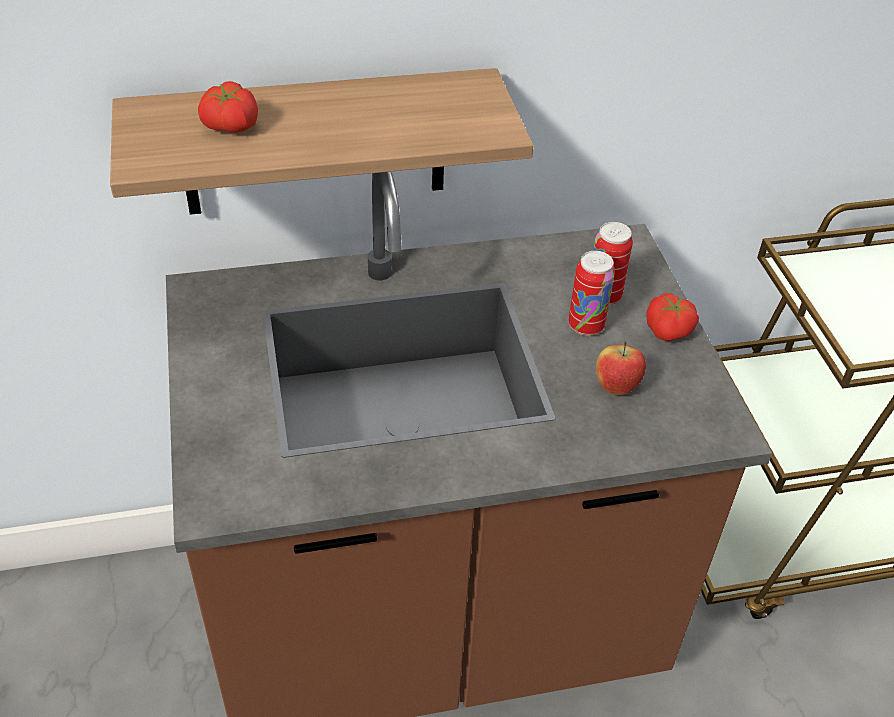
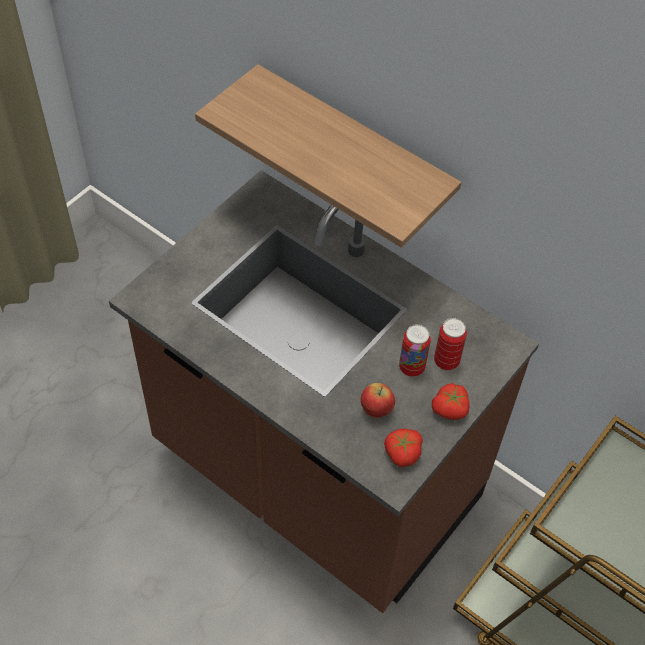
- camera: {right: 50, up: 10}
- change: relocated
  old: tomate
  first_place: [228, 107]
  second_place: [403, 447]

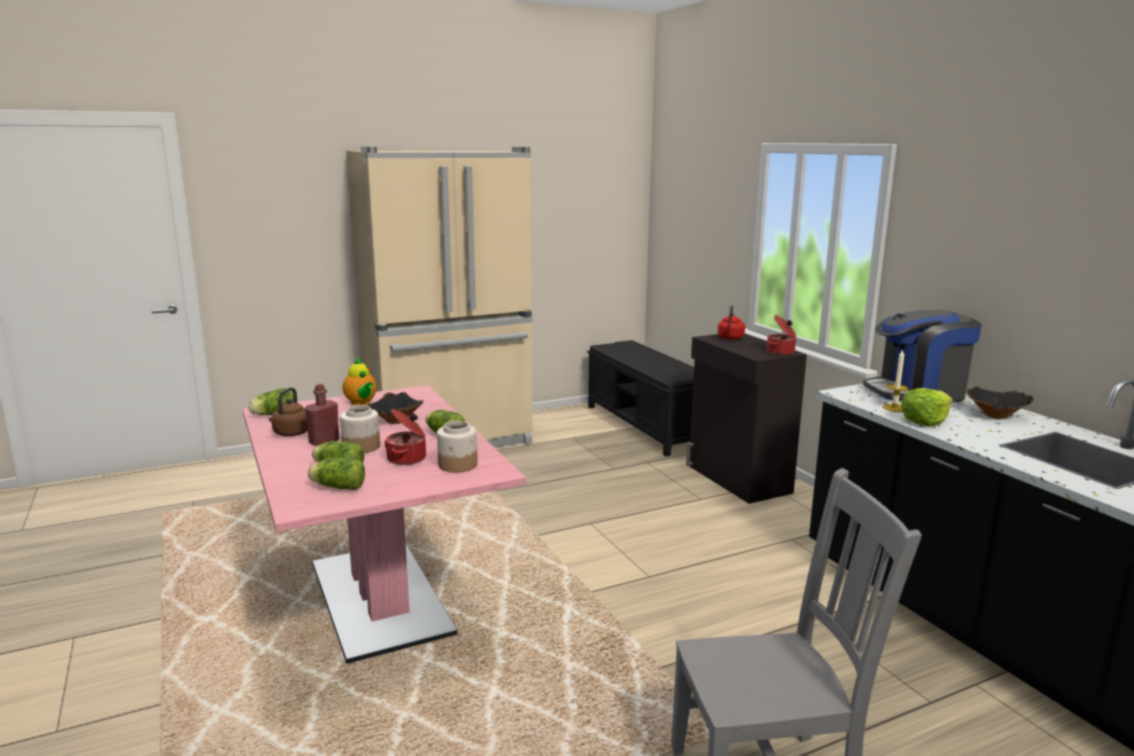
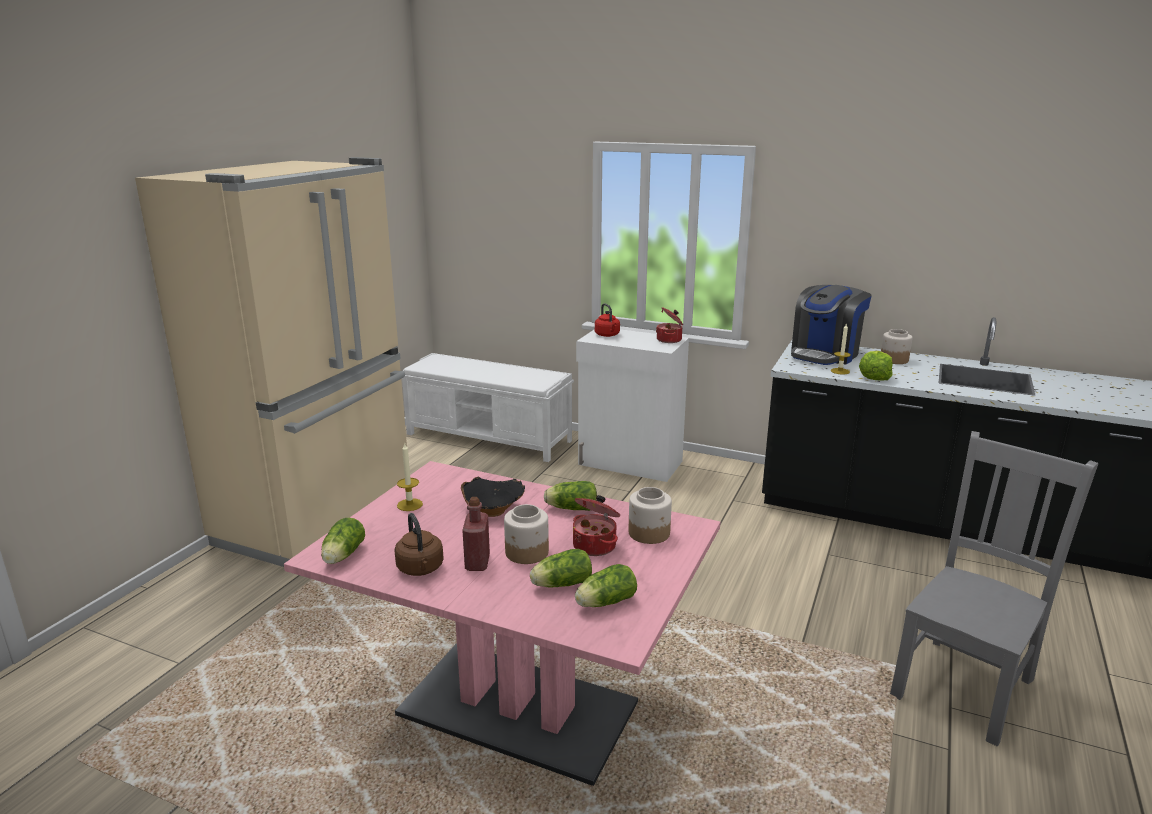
- camera: {right: -40, up: 5}
- change: colour
  old: meuble de rangement [noir]
  new: meuble de rangement [blanc]
  first_place: [746, 419]
  second_place: [632, 405]
- change: colour
  old: banc [noir]
  new: banc [blanc]
  first_place: [640, 398]
  second_place: [488, 407]
- change: exchanged
  old: théière
  new: bougie
  first_place: [359, 381]
  second_place: [410, 476]
- change: exchanged
  old: bol [noir]
  new: bocal
  first_place: [999, 402]
  second_place: [897, 346]

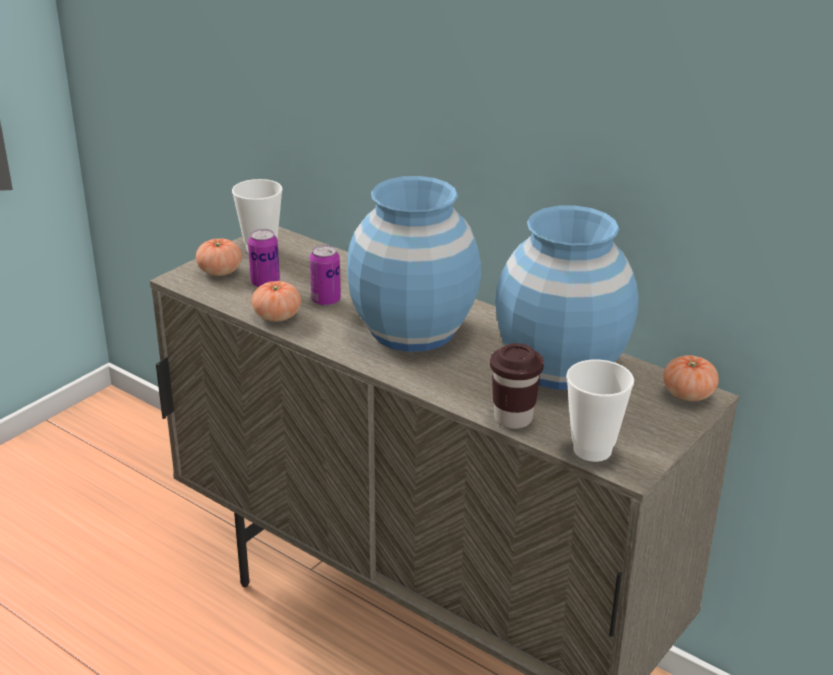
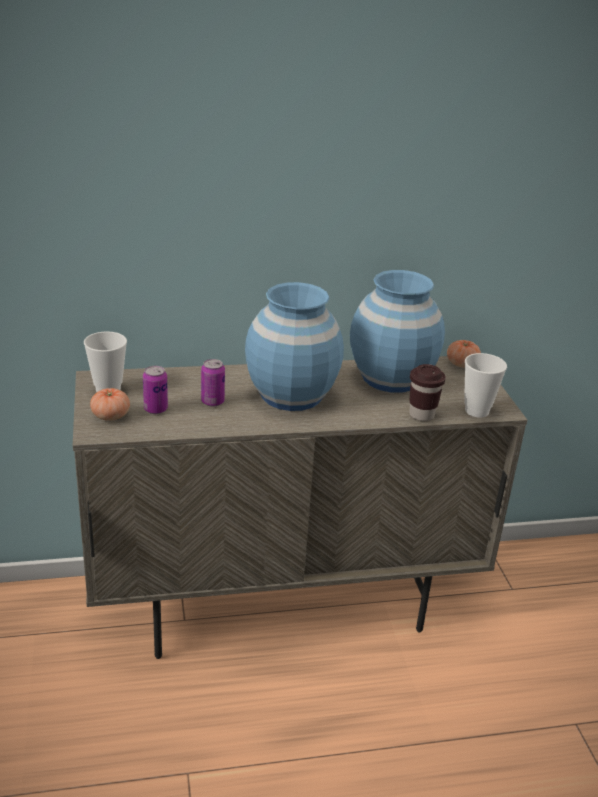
- camera: {right: -50, up: 0}
- change: missing
  old: tomate
  first_place: [276, 301]

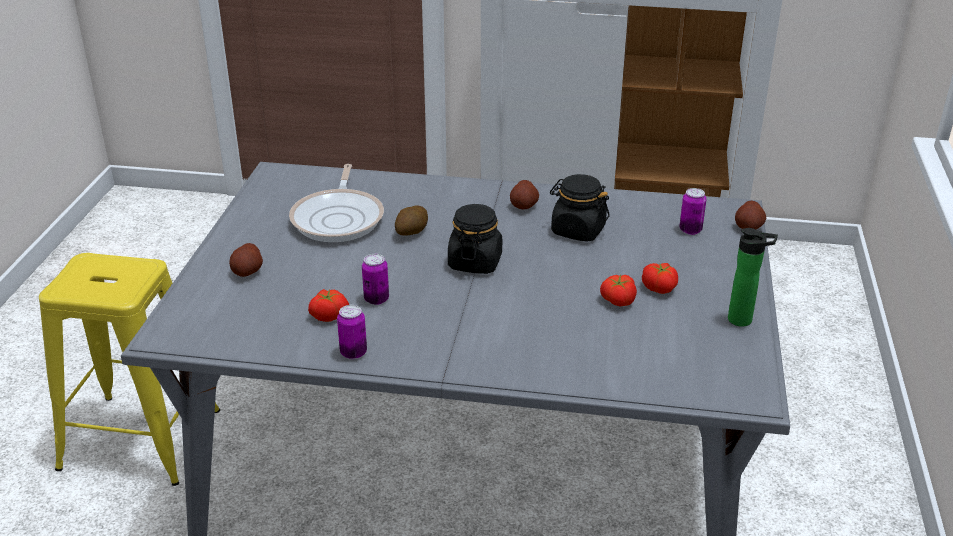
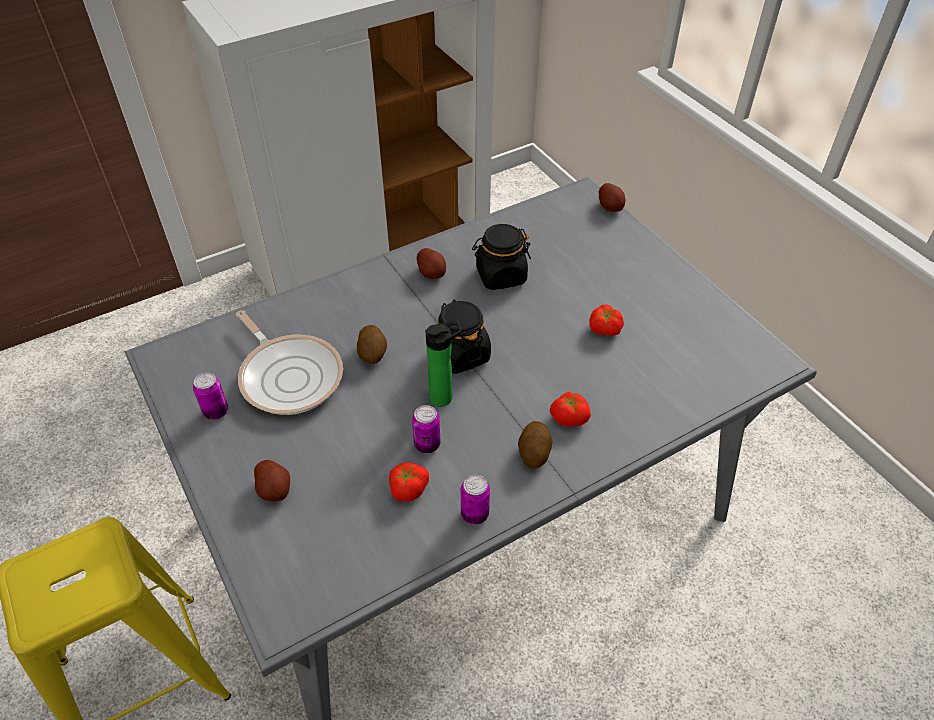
- camera: {right: -40, up: 15}
- change: relocated
  old: boîte métallique
  first_place: [692, 211]
  second_place: [210, 396]
- change: relocated
  old: bouteille
  first_place: [753, 277]
  second_place: [443, 363]
- change: relocated
  old: tomate
  first_place: [660, 278]
  second_place: [570, 409]
- change: appeared
  new: pomme de terre
  second_place: [535, 445]

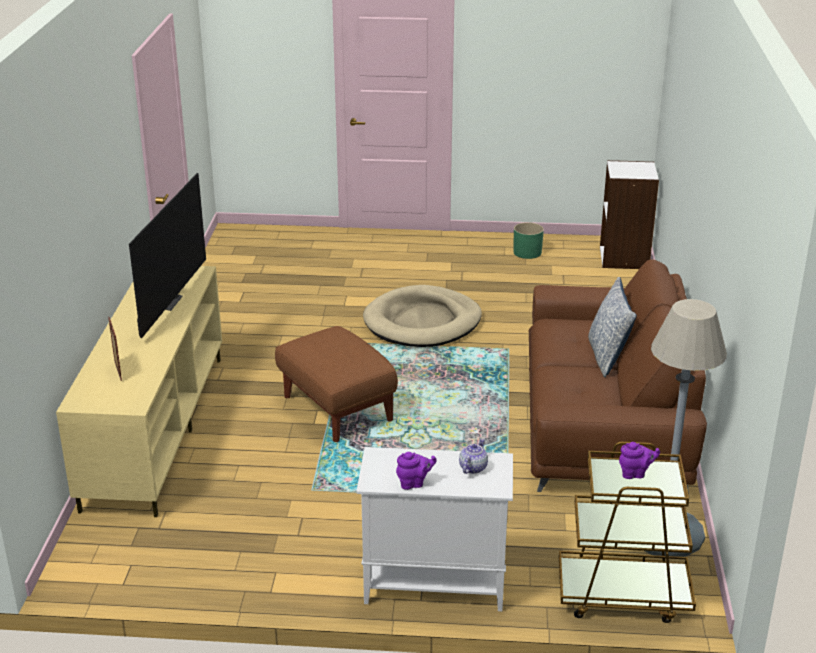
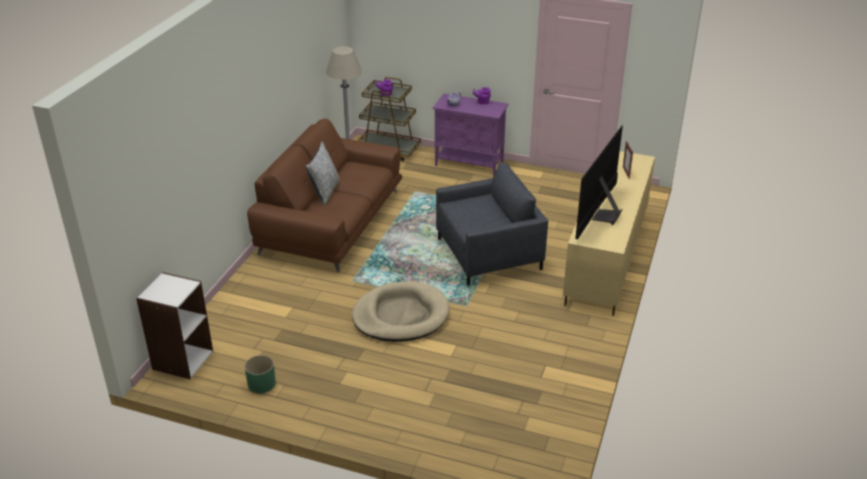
- camera: {right: -165, up: 5}
- change: exchanged
  old: pouf [marron]
  new: fauteuil [gris]
  first_place: [336, 384]
  second_place: [492, 224]
- change: colour
  old: meuble de rangement [blanc]
  new: meuble de rangement [violet]
  first_place: [434, 529]
  second_place: [470, 135]

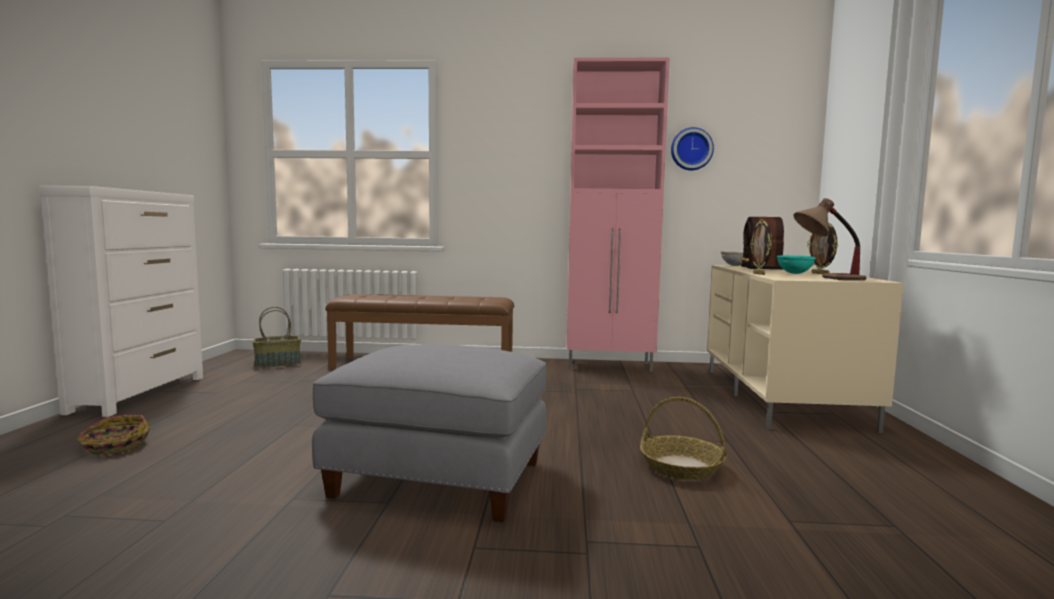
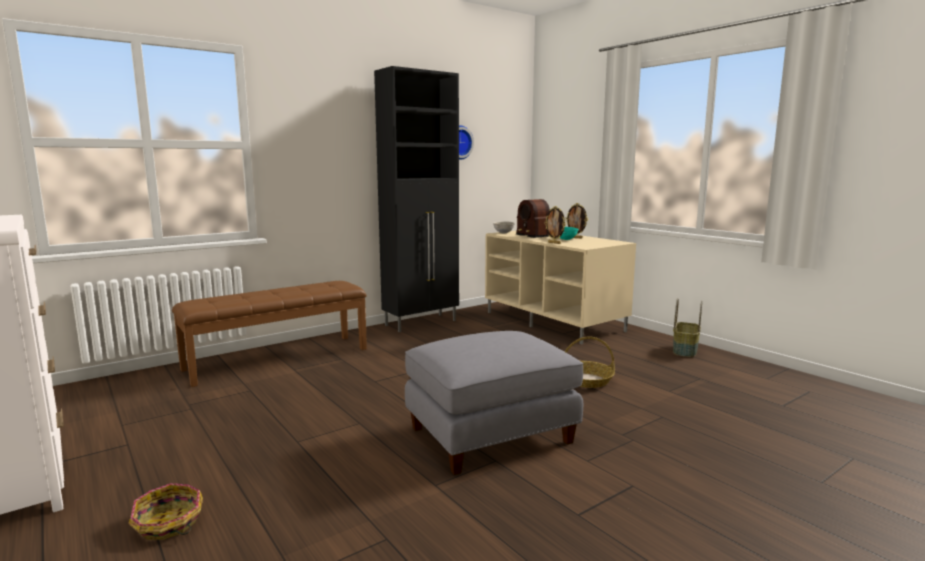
- camera: {right: -40, up: 5}
- change: colour
  old: meuble de rangement [rose]
  new: meuble de rangement [noir]
  first_place: [618, 215]
  second_place: [416, 199]
- change: missing
  old: lampe de table
  first_place: [830, 239]
- change: relocated
  old: panier
  first_place: [277, 337]
  second_place: [687, 327]

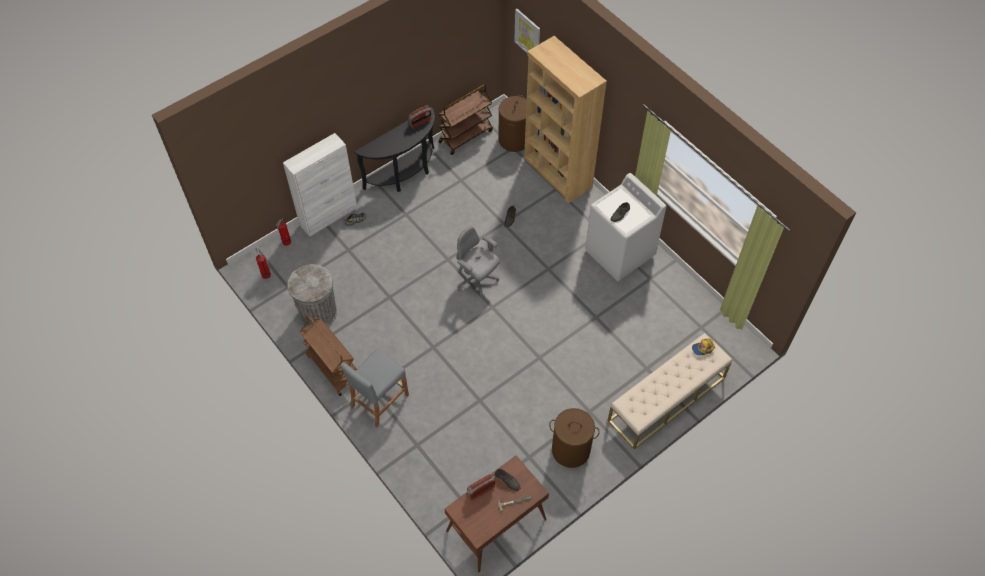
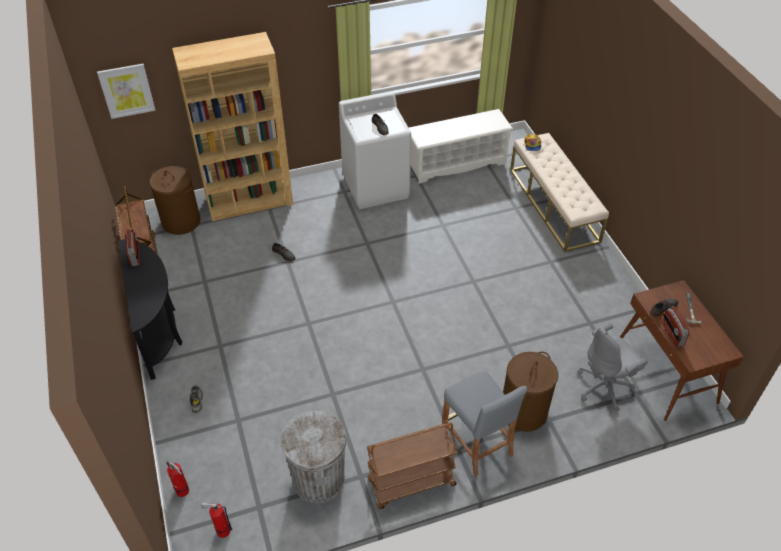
- camera: {right: -70, up: -10}
- change: missing
  old: meuble de rangement [blanc]
  first_place: [320, 185]
- change: relocated
  old: chaise de bureau [gris]
  first_place: [478, 262]
  second_place: [612, 367]
- change: relocated
  old: panier à linge [marron]
  first_place: [574, 438]
  second_place: [530, 391]
- change: appeared
  new: étagère à chaussures [blanc]
  second_place: [461, 146]

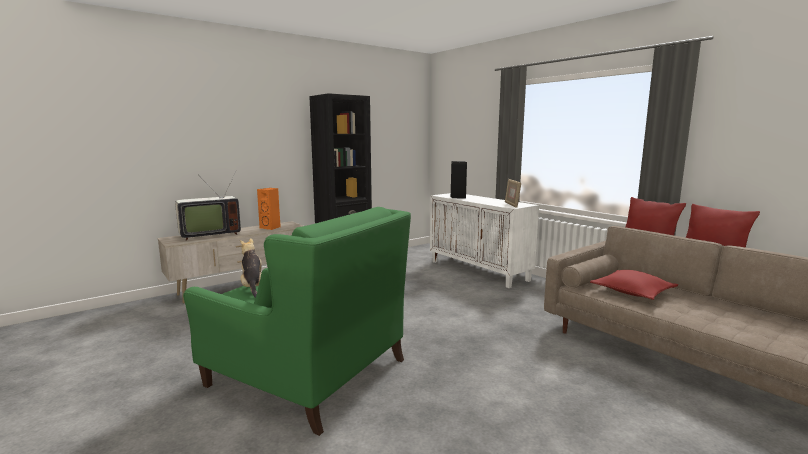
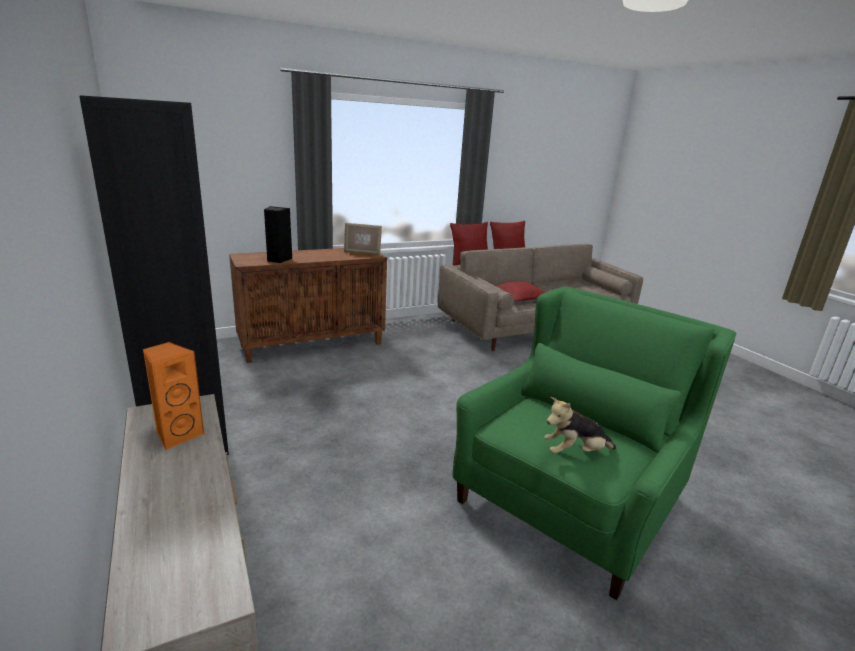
- camera: {right: -80, up: 10}
- change: missing
  old: téléviseur
  first_place: [208, 205]
- change: colour
  old: meuble de rangement [blanc]
  new: meuble de rangement [marron]
  first_place: [484, 240]
  second_place: [308, 305]

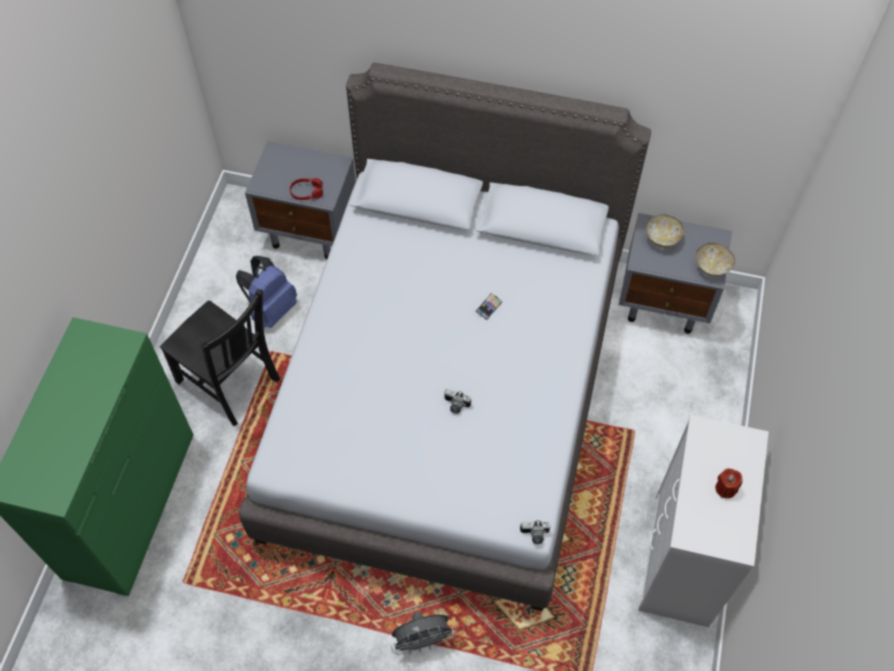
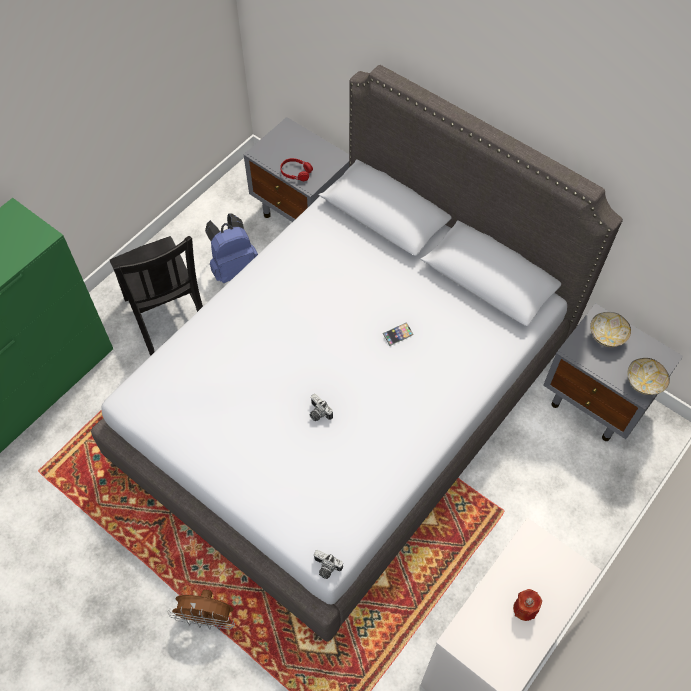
- camera: {right: 25, up: 0}
- change: colour
  old: ventilateur [gris]
  new: ventilateur [marron]
  first_place: [424, 633]
  second_place: [201, 610]

